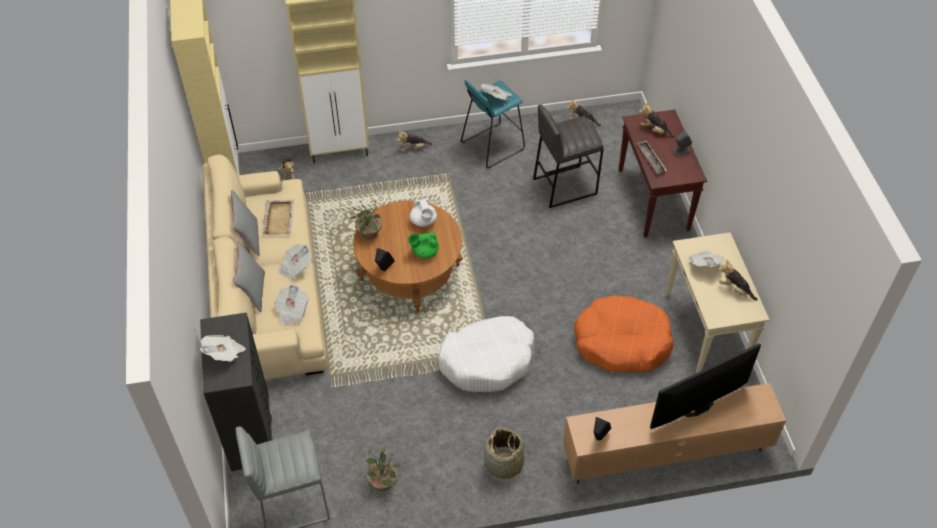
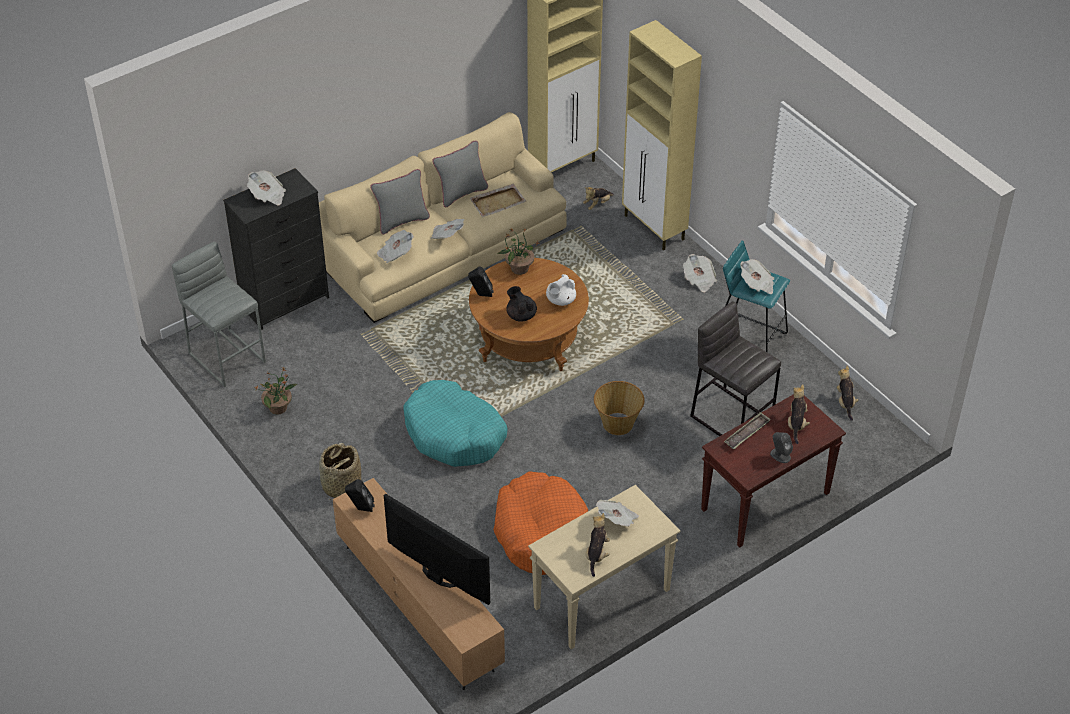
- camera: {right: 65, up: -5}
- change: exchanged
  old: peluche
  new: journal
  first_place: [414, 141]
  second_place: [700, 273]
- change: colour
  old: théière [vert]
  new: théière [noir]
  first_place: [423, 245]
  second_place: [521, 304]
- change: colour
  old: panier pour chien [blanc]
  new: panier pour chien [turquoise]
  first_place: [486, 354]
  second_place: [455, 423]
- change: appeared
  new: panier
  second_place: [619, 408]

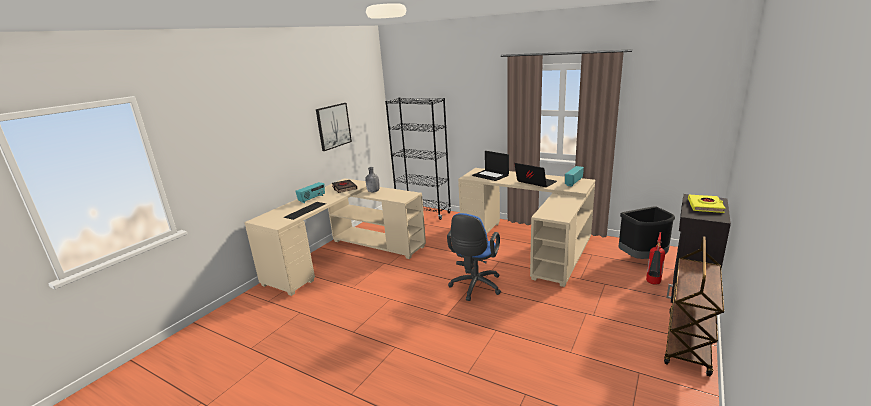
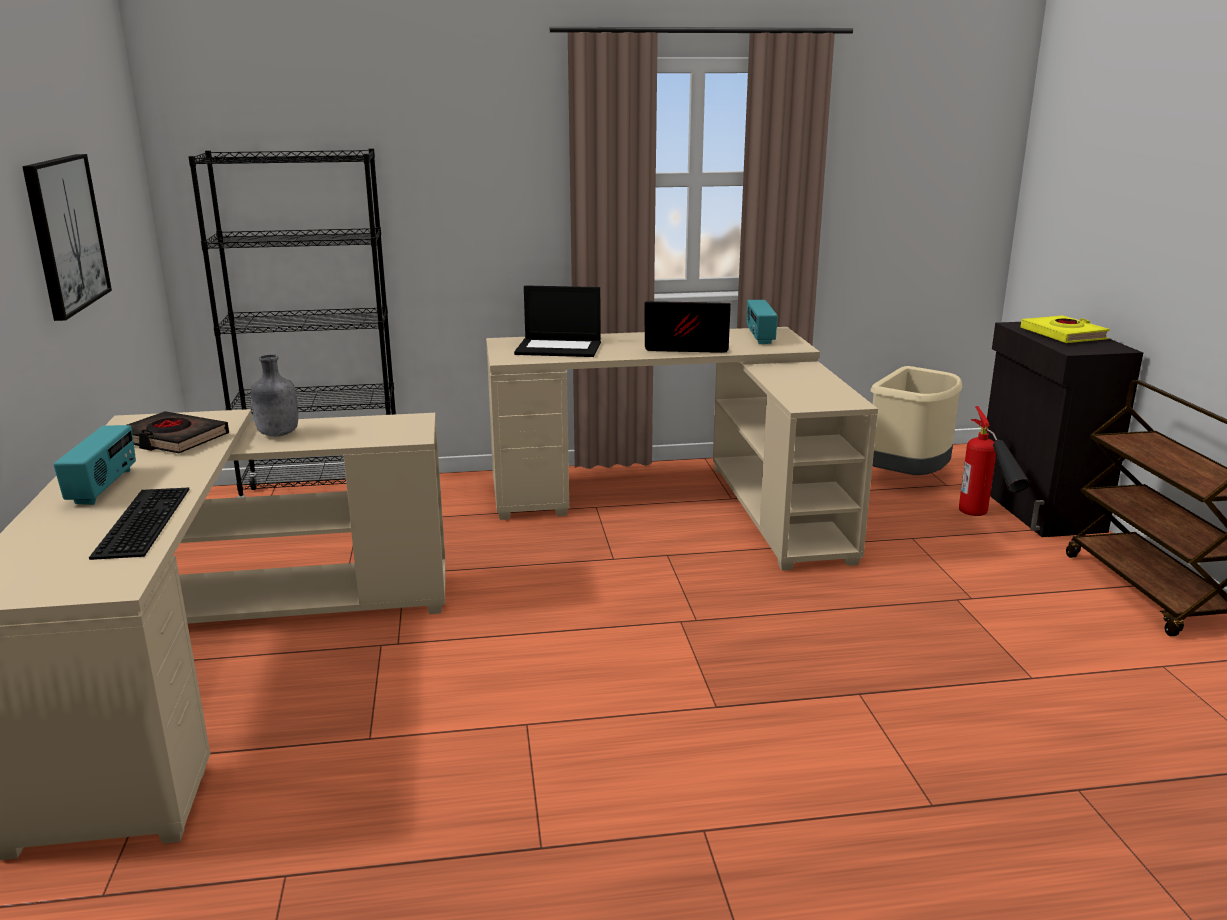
- camera: {right: -40, up: 0}
- change: colour
  old: poubelle [noir]
  new: poubelle [beige]
  first_place: [647, 233]
  second_place: [916, 420]
- change: missing
  old: chaise de bureau [bleu]
  first_place: [474, 257]

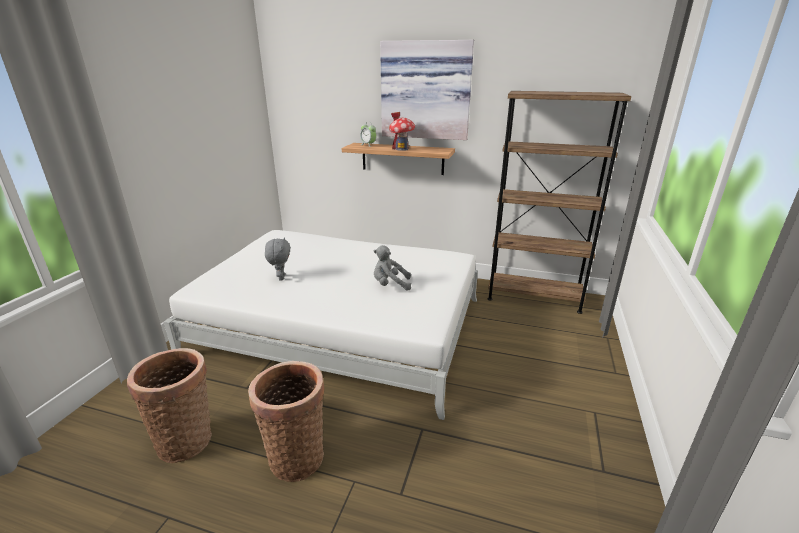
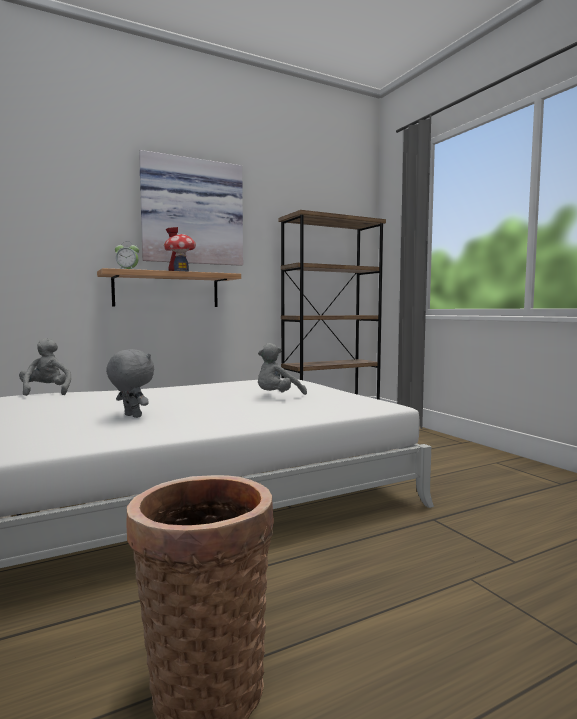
- camera: {right: -45, up: -20}
- change: missing
  old: panier
  first_place: [286, 421]
- change: appeared
  new: peluche [gris]
  second_place: [45, 367]

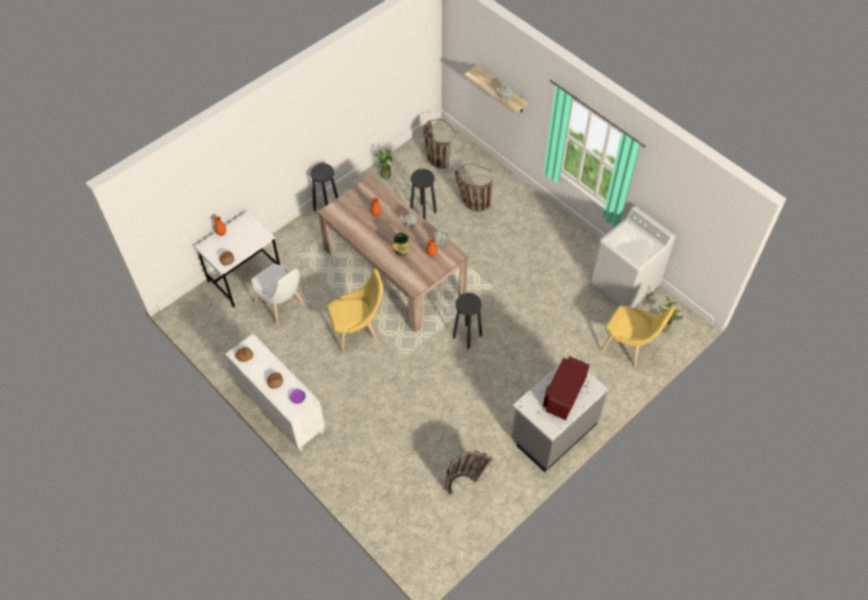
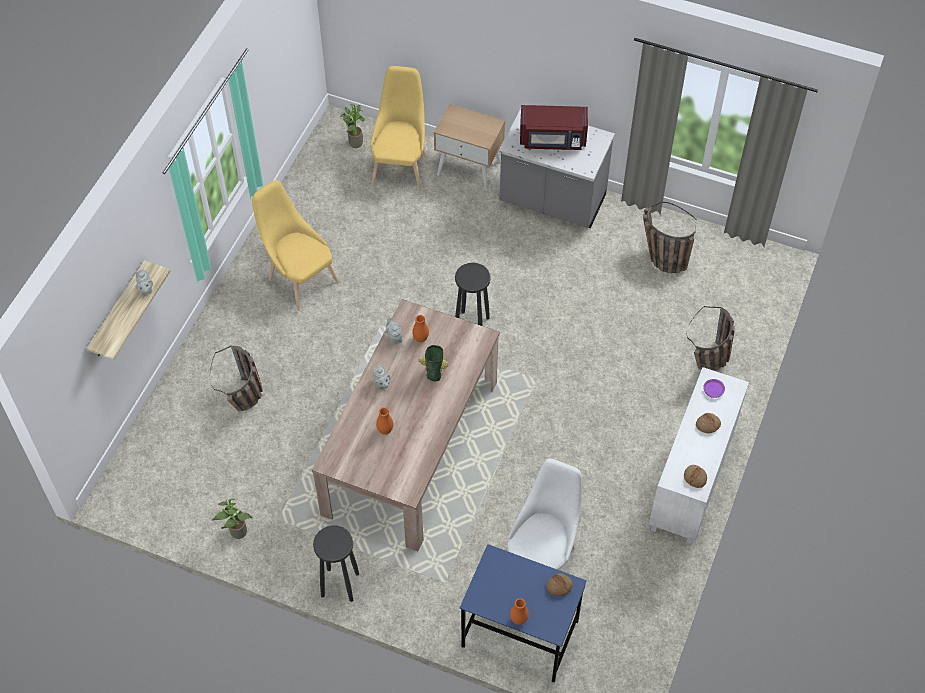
- camera: {right: -115, up: 0}
- change: relocated
  old: panier
  first_place: [439, 144]
  second_place: [711, 338]
- change: missing
  old: tabouret [noir]
  first_place: [423, 194]
- change: missing
  old: lave-linge [blanc]
  first_place: [633, 257]
- change: colour
  old: bureau [blanc]
  new: bureau [bleu]
  first_place: [237, 259]
  second_place: [523, 613]
- change: relocated
  old: chaise [jaune]
  first_place: [355, 310]
  second_place: [295, 245]
- change: appeared
  new: table de chevet [beige]
  second_place: [469, 147]

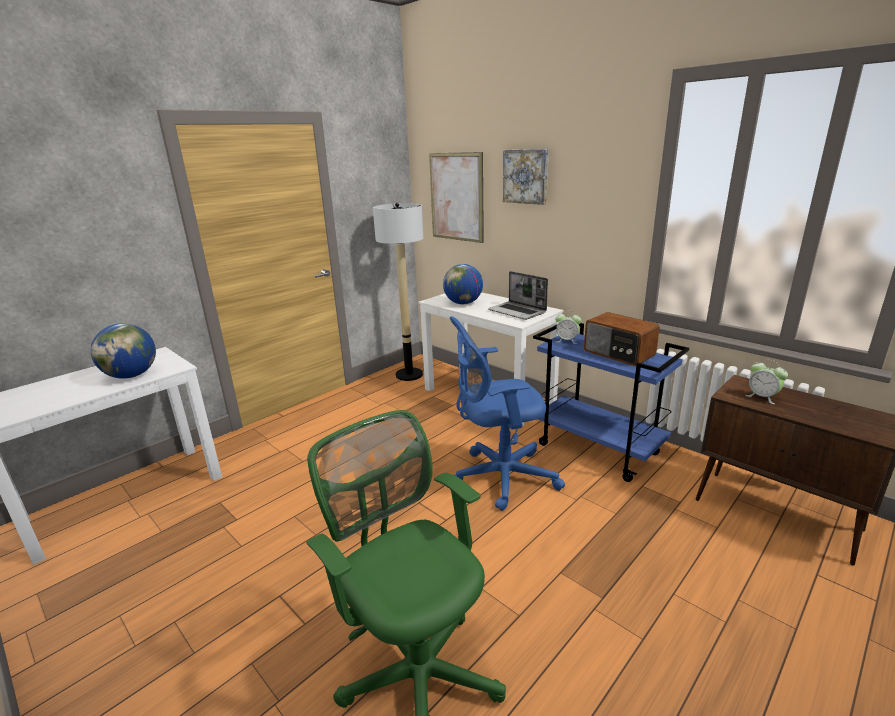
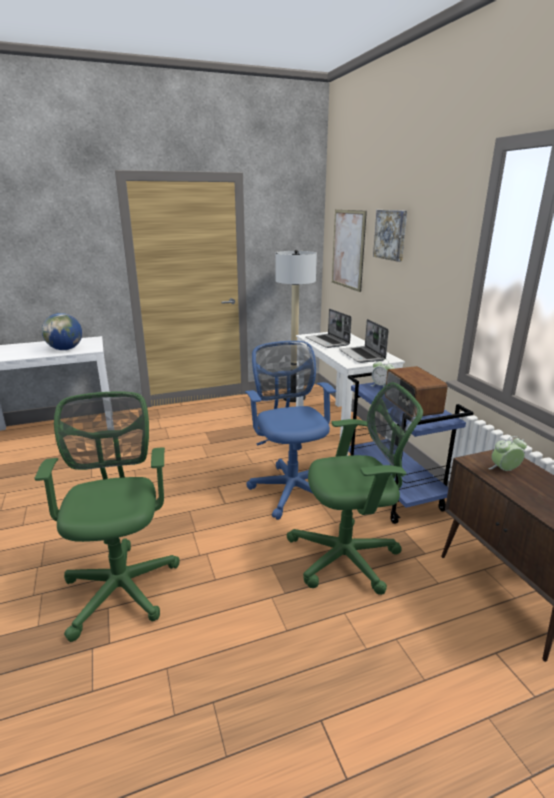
- camera: {right: 25, up: 0}
- change: exchanged
  old: globe
  new: ordinateur portable
  first_place: [463, 284]
  second_place: [329, 328]
- change: spun
  old: chaise de bureau [bleu]
  first_place: [507, 413]
  second_place: [290, 430]
  degrees: 60
- change: spun
  old: réveil
  first_place: [766, 382]
  second_place: [507, 453]
  degrees: 90
- change: appeared
  new: chaise de bureau [vert]
  second_place: [355, 488]

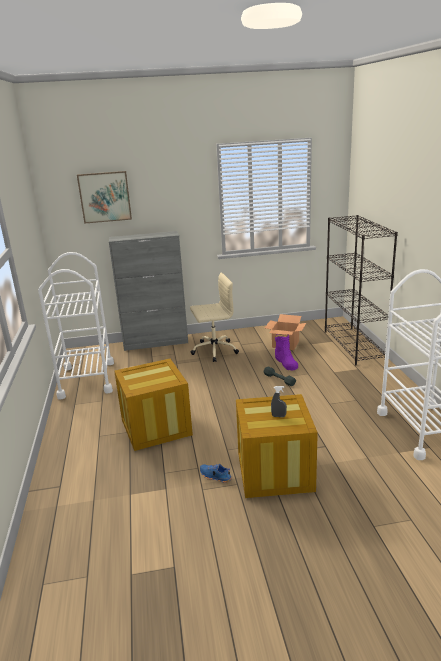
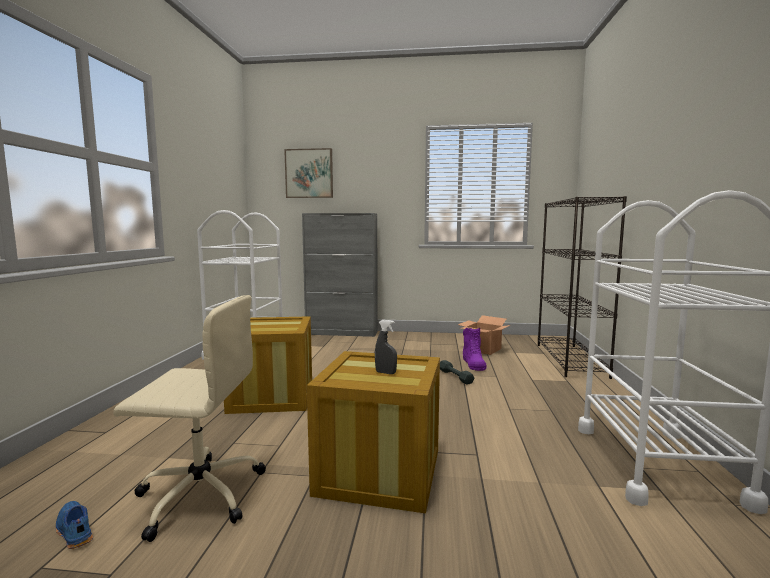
- camera: {right: 15, up: -15}
- change: relocated
  old: chaise de bureau [beige]
  first_place: [214, 317]
  second_place: [190, 418]
- change: relocated
  old: chaussure [bleu]
  first_place: [216, 473]
  second_place: [74, 525]

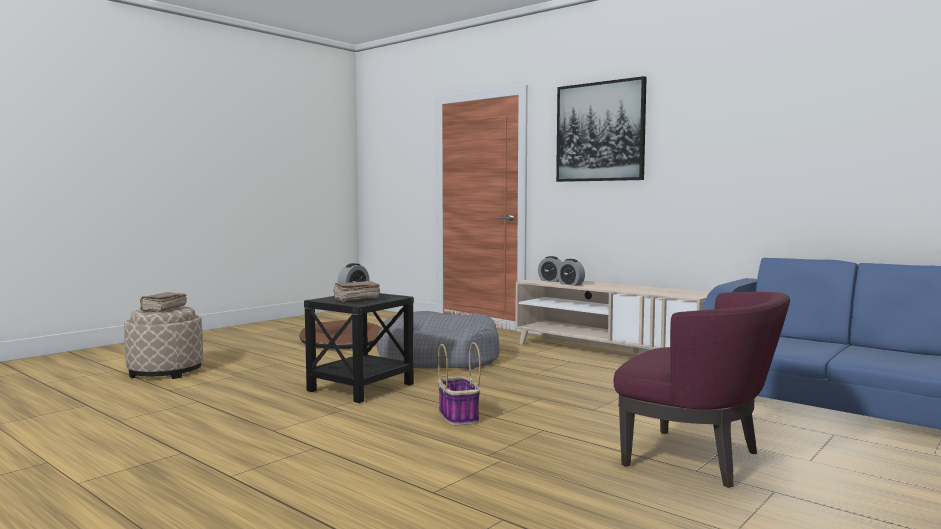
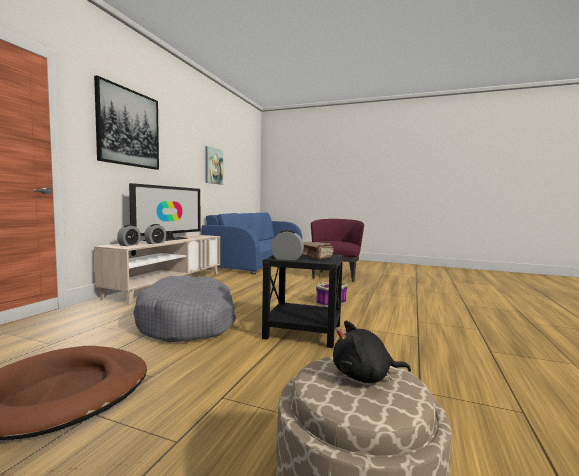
- camera: {right: -110, up: 0}
- change: exchanged
  old: livre [marron]
  new: peluche [noir]
  first_place: [163, 302]
  second_place: [372, 352]
- change: appeared
  new: tableau
  second_place: [214, 165]
- change: appeared
  new: téléviseur
  second_place: [164, 212]

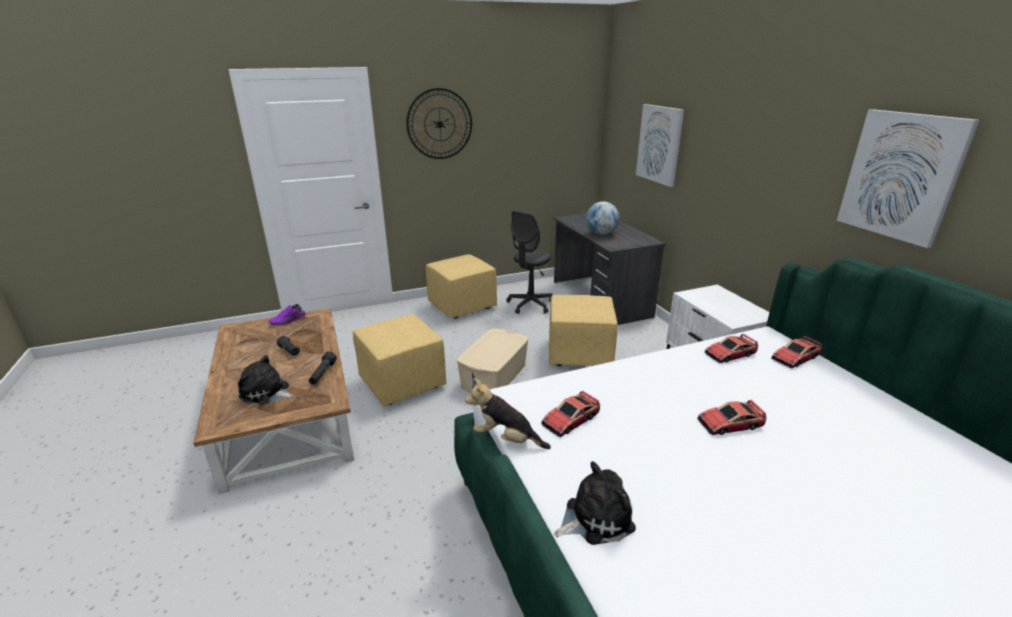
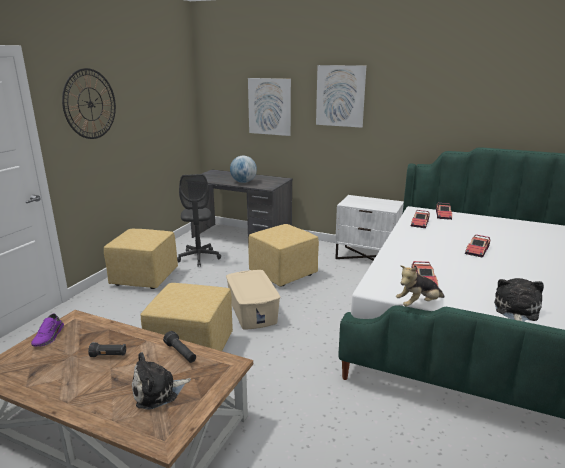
- camera: {right: -45, up: -5}
- change: relocated
  old: tableau
  first_place: [908, 178]
  second_place: [341, 96]

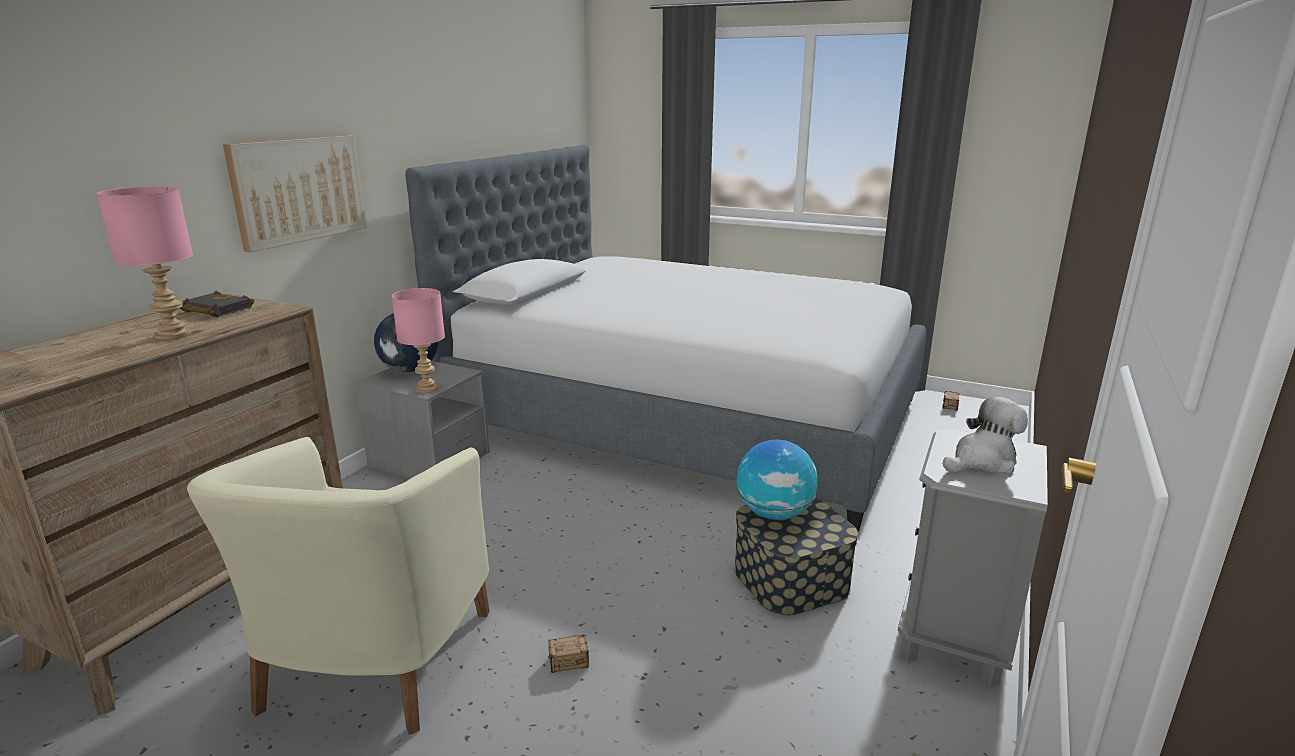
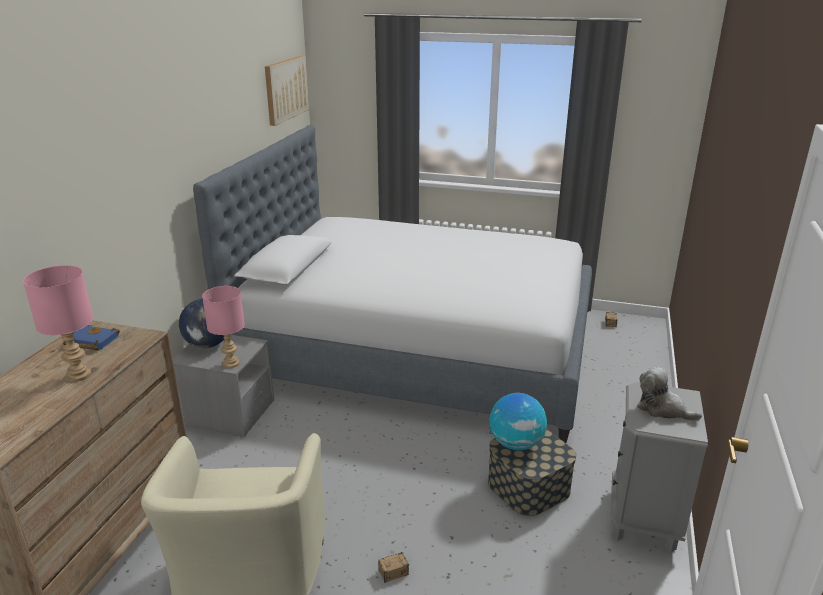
- camera: {right: -10, up: 5}
- change: relocated
  old: tableau
  first_place: [295, 193]
  second_place: [287, 91]
- change: colour
  old: livre [noir]
  new: livre [bleu]
  first_place: [216, 304]
  second_place: [91, 338]
- change: spun
  old: peluche
  first_place: [985, 435]
  second_place: [669, 394]
  degrees: -105

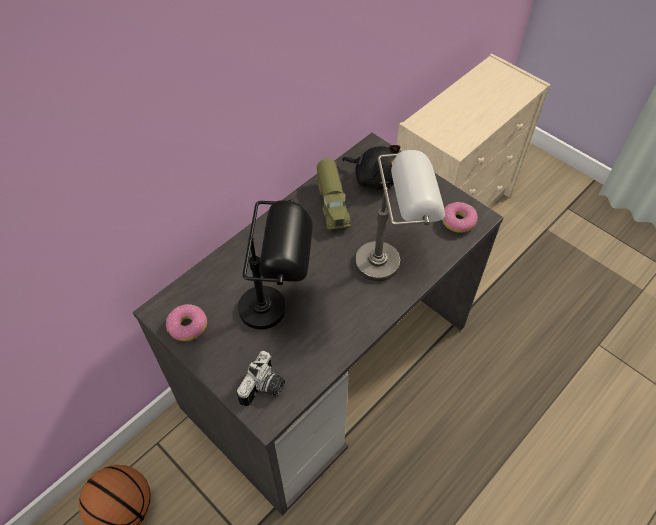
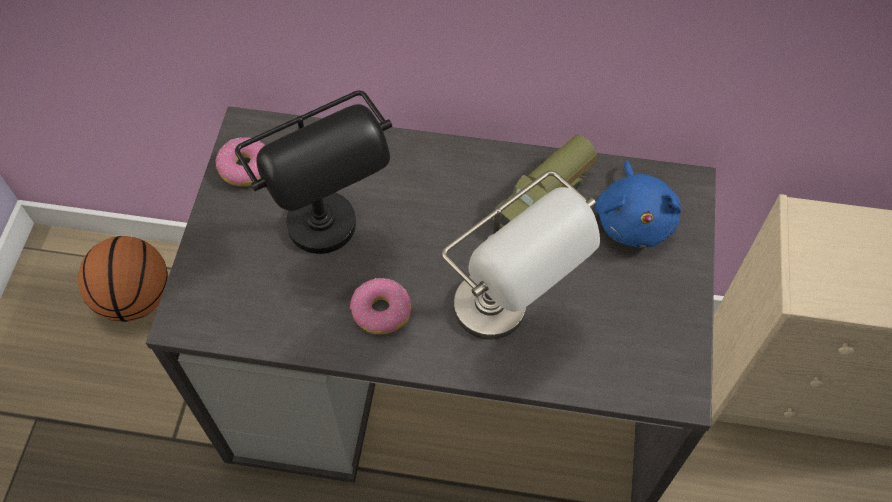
- camera: {right: 55, up: 5}
- change: colour
  old: peluche [noir]
  new: peluche [bleu]
  first_place: [371, 167]
  second_place: [638, 204]
- change: relocated
  old: beignet
  first_place: [460, 217]
  second_place: [380, 306]
- change: missing
  old: appareil photo
  first_place: [261, 379]

